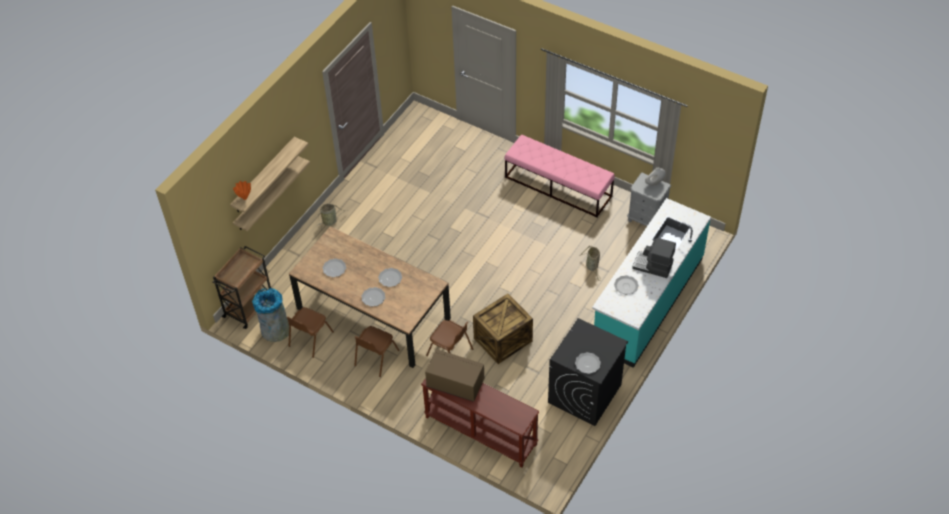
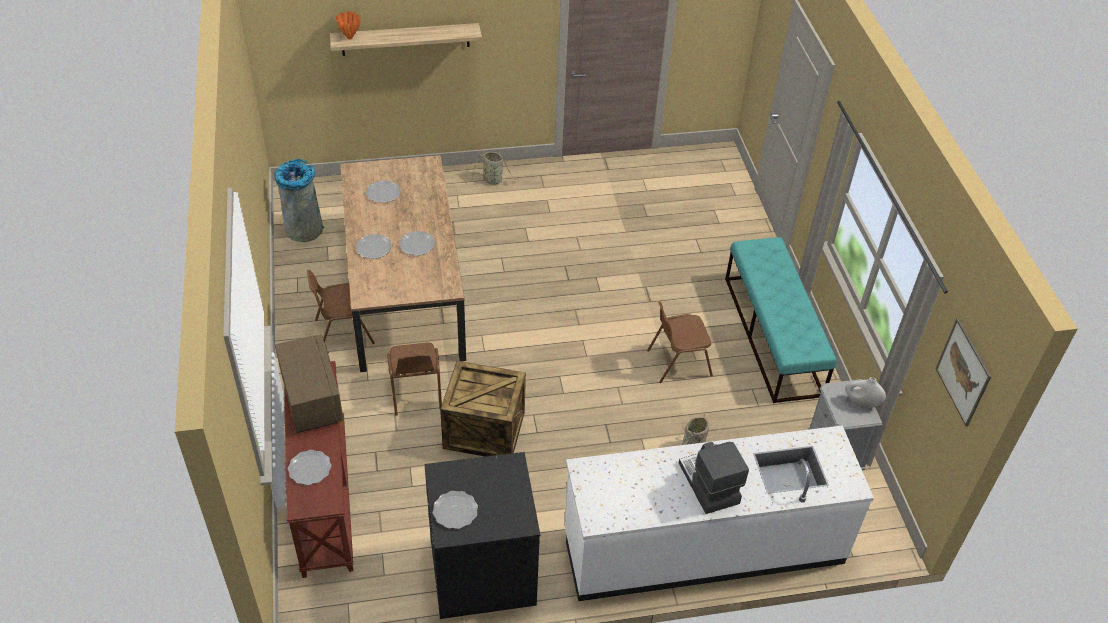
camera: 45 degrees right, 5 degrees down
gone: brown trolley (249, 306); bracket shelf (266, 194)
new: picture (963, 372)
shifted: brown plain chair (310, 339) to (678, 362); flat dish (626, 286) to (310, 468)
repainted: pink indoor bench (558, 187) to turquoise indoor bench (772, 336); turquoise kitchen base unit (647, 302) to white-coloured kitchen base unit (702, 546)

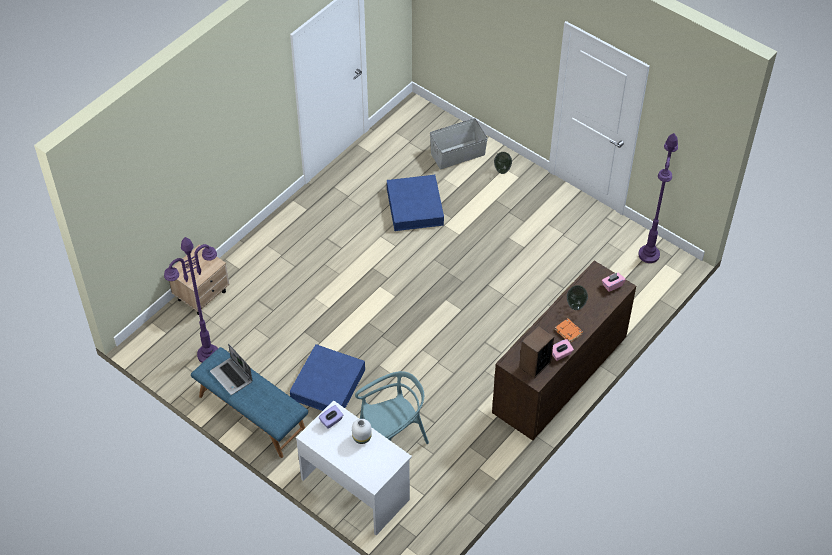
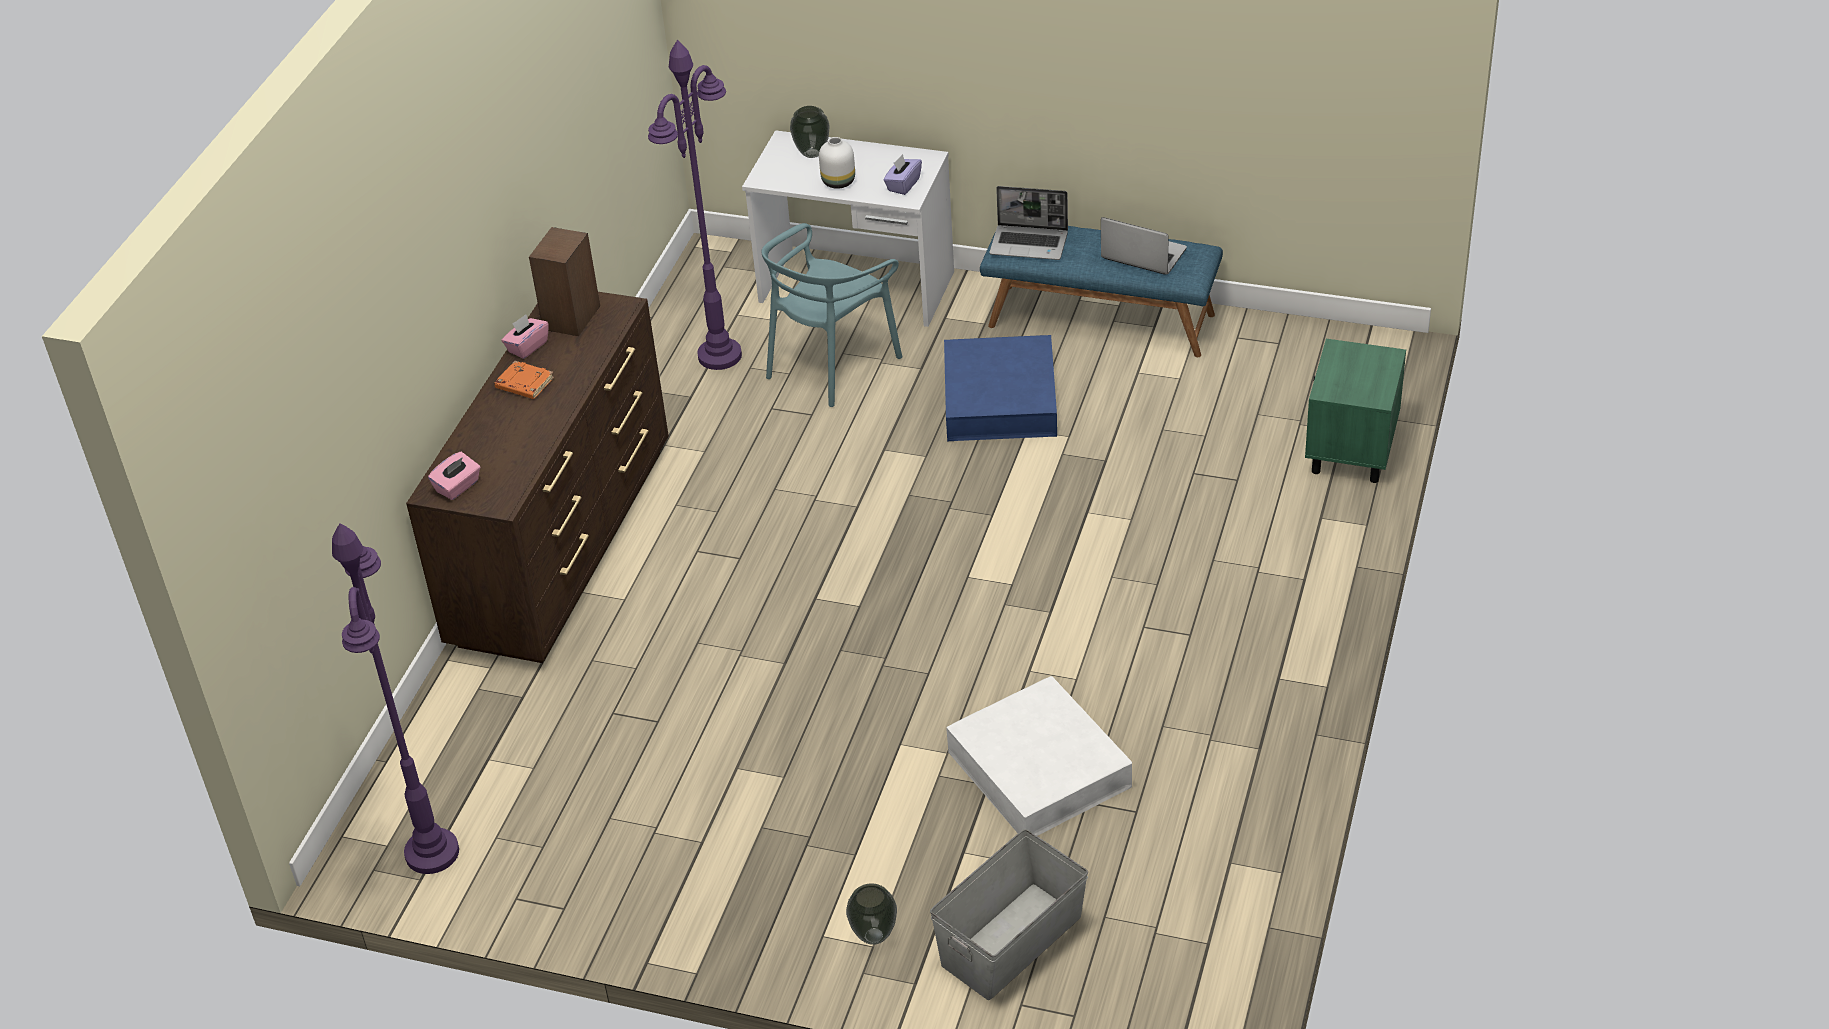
camera: 160 degrees right, 10 degrees down
new: notebook computer (1030, 244)
shifted: purplish floor lamp (208, 355) to (720, 355); flower vase (576, 307) to (811, 153)
repainted: beige night table (202, 295) to green night table (1350, 452); bluish storage bin (415, 207) to white-coloured storage bin (1038, 769)

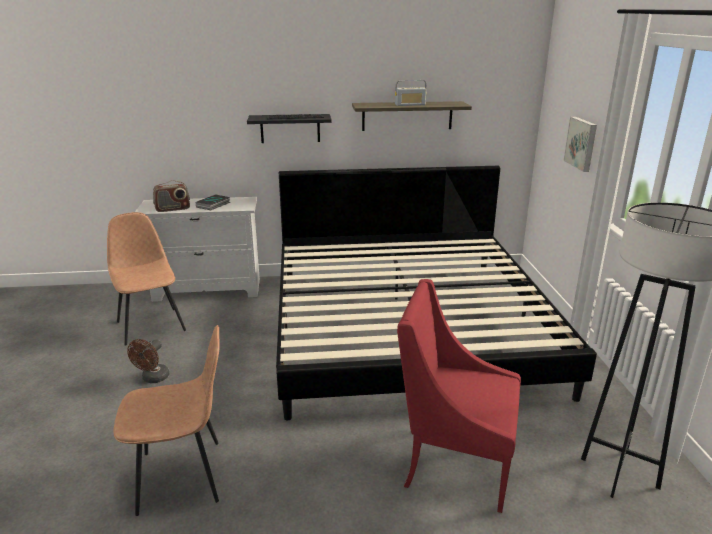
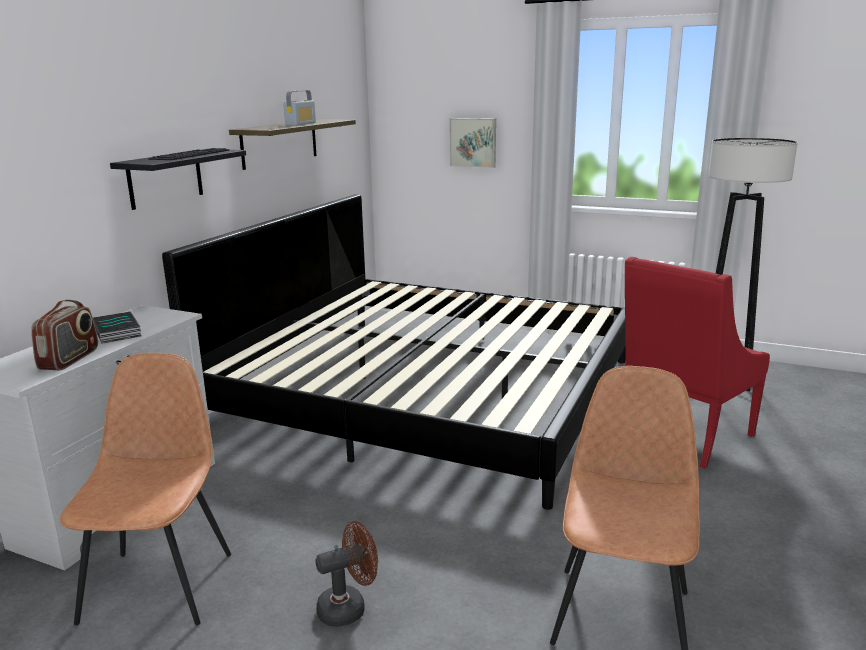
camera: 60 degrees left, 5 degrees down
rotated: brown plain chair (151, 325) = (160, 584) 90 degrees clockwise; brown fan (153, 379) = (349, 607) 75 degrees counterclockwise

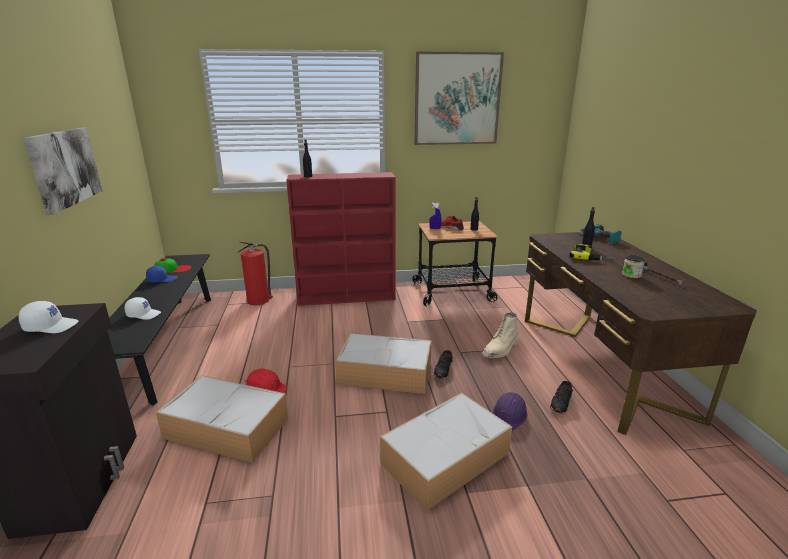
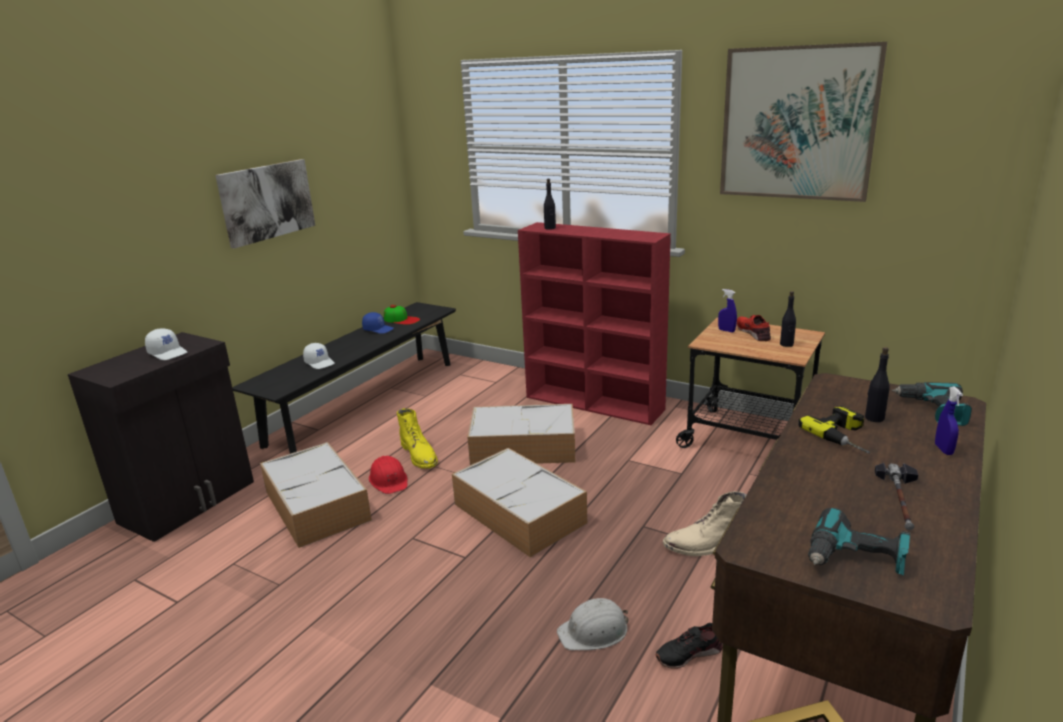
camera: 40 degrees right, 0 degrees up
gone: fire extinguisher (259, 300); blackish low shoe (443, 370); preserve jar (631, 275)
new: yellowish tall boot (420, 455); power drill (855, 559); bluish hand sprayer (943, 450)
shifted: storage bin (446, 457) to (525, 447)
repainted: purplish safety helmet (509, 415) to white-coloured safety helmet (594, 631)

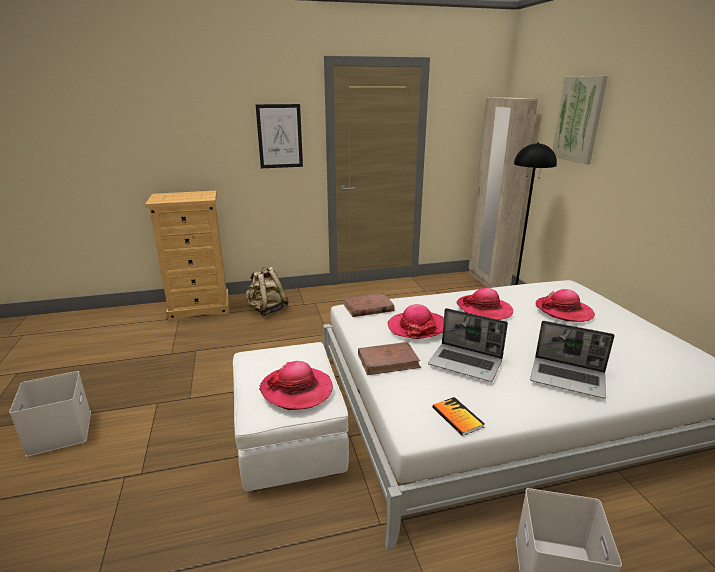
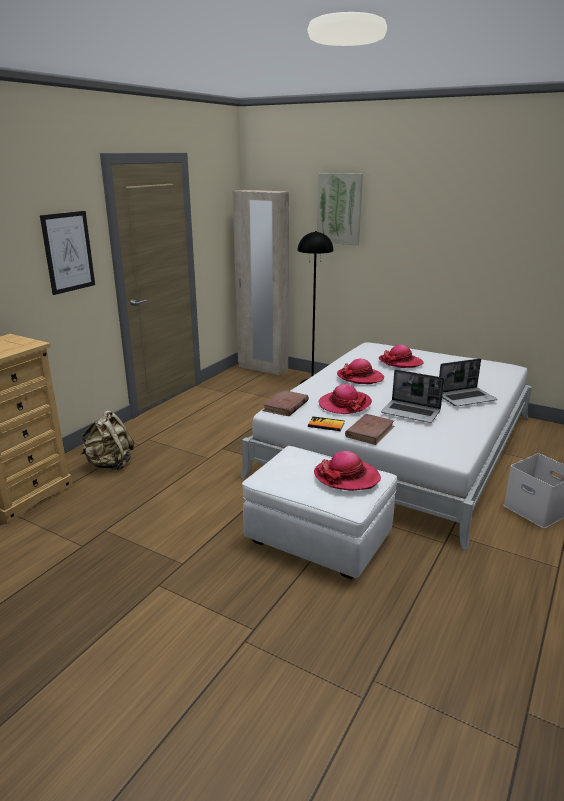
camera: 45 degrees left, 0 degrees up
gone: white-coloured storage bin (59, 432)
shifted: volume (457, 417) to (326, 425)
rotated: notebook computer (466, 363) = (411, 412) 45 degrees clockwise

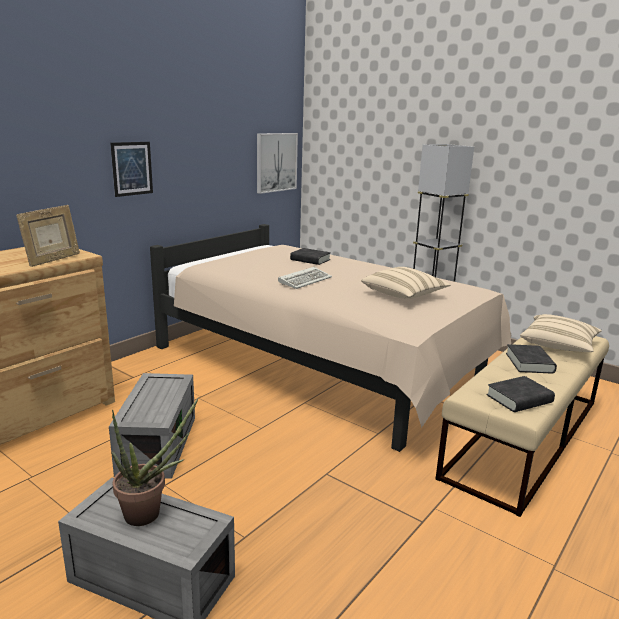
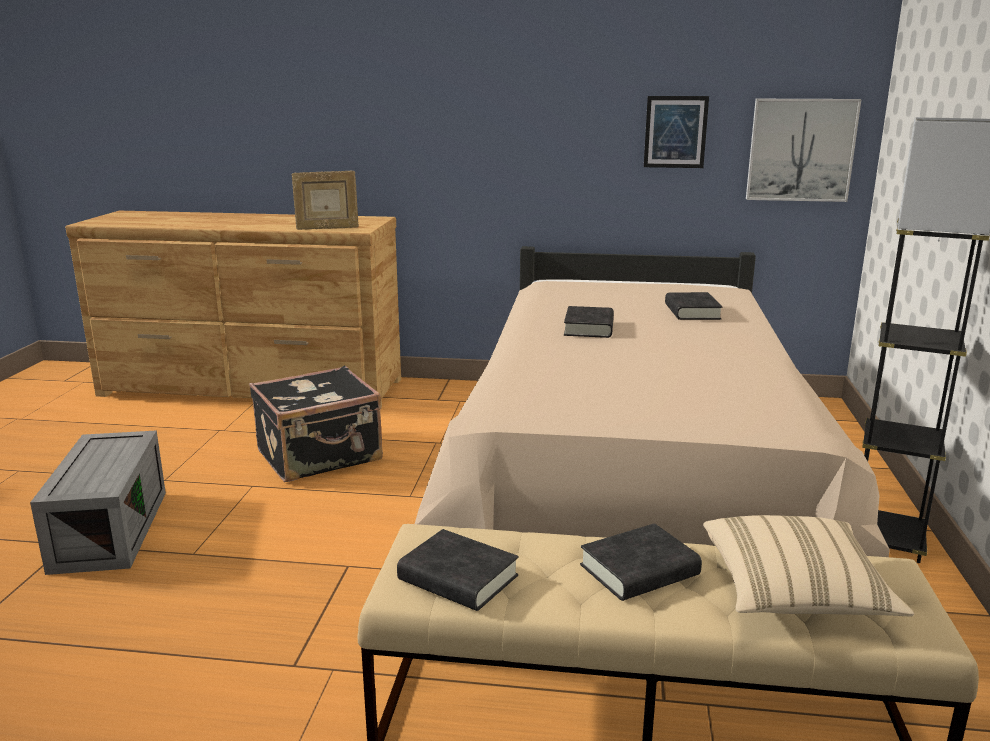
camera: 60 degrees right, 0 degrees up
gone: houseplant (150, 513); beige pillow (404, 295)
shifted: picture (132, 168) to (675, 132)
swapped: greyish storage bin (156, 444) to blackish travel case (320, 456); PC keyboard (305, 280) to blackish volume (589, 328)

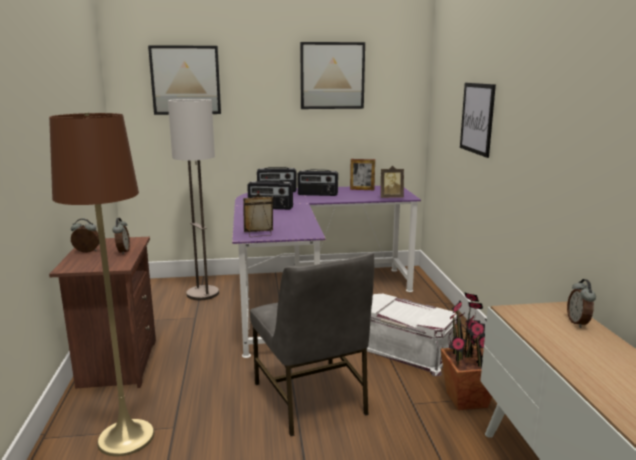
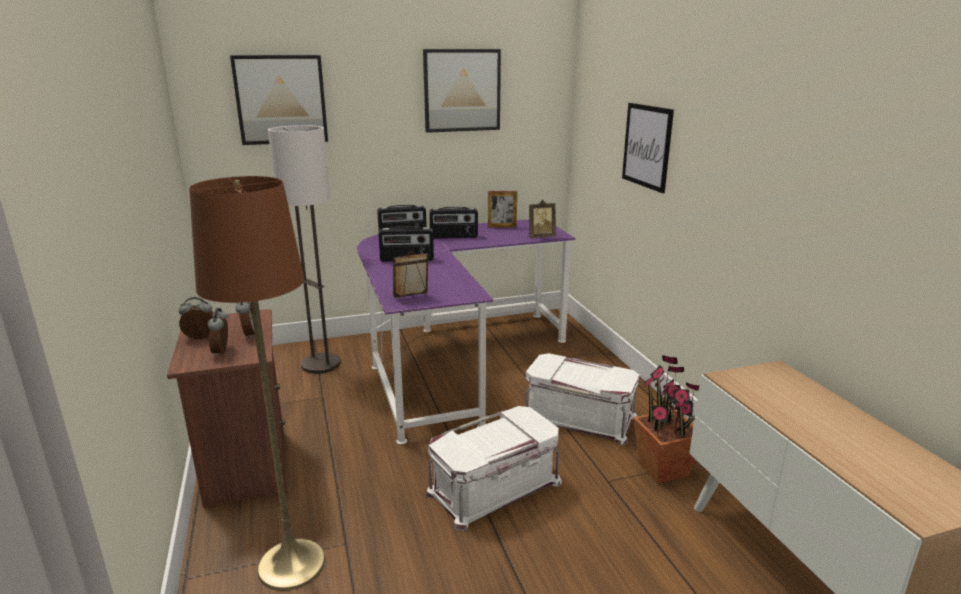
camera: 10 degrees left, 5 degrees up
shifted: table clock (578, 323) to (222, 351)
swapped: greyish plain chair (311, 399) to white-coloured storage bin (495, 488)

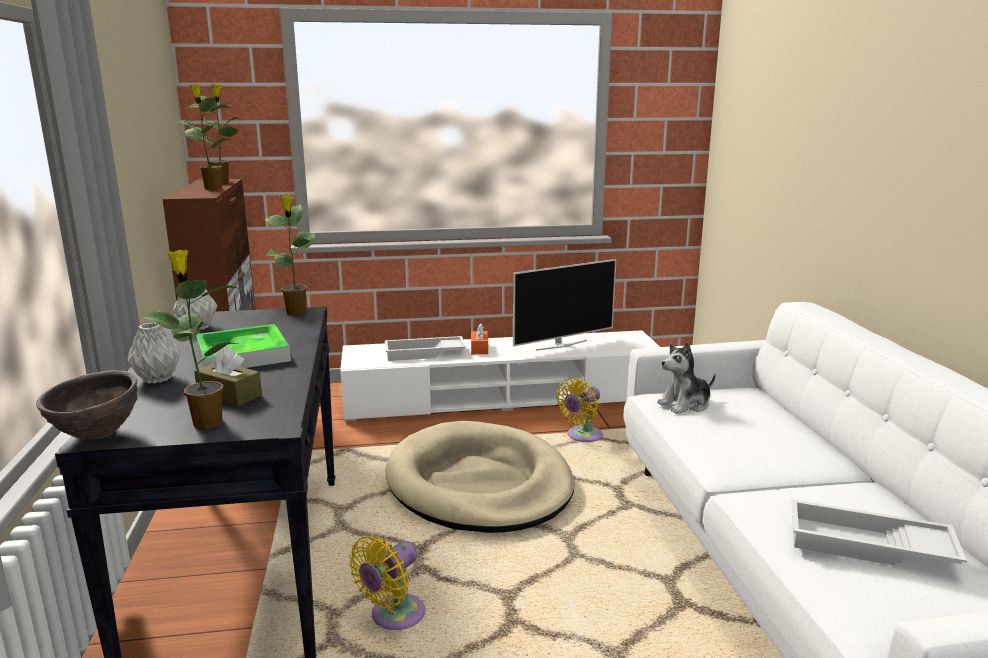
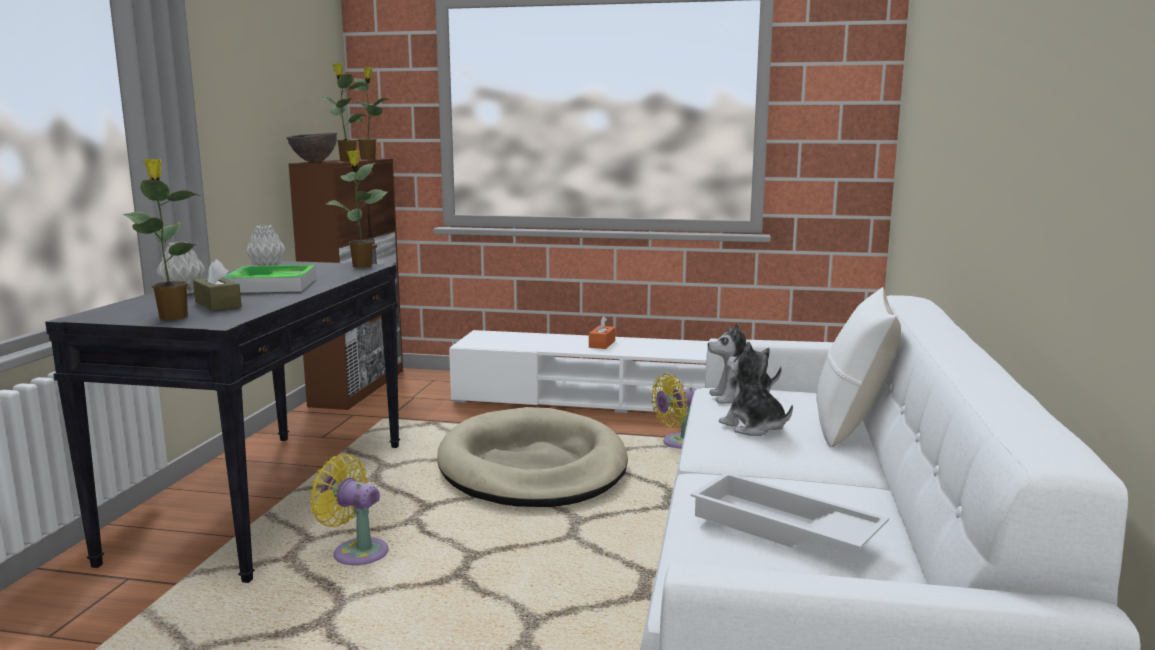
camera: 20 degrees right, 5 degrees down
gone: white-coloured carrying tray (424, 354); TV set (561, 345)
new: plush toy (753, 427); white-coloured pillow (851, 425)
shifted: brown bowl (96, 436) to (314, 162)
rotated: yellowish fan (393, 617) = (356, 552) 60 degrees clockwise

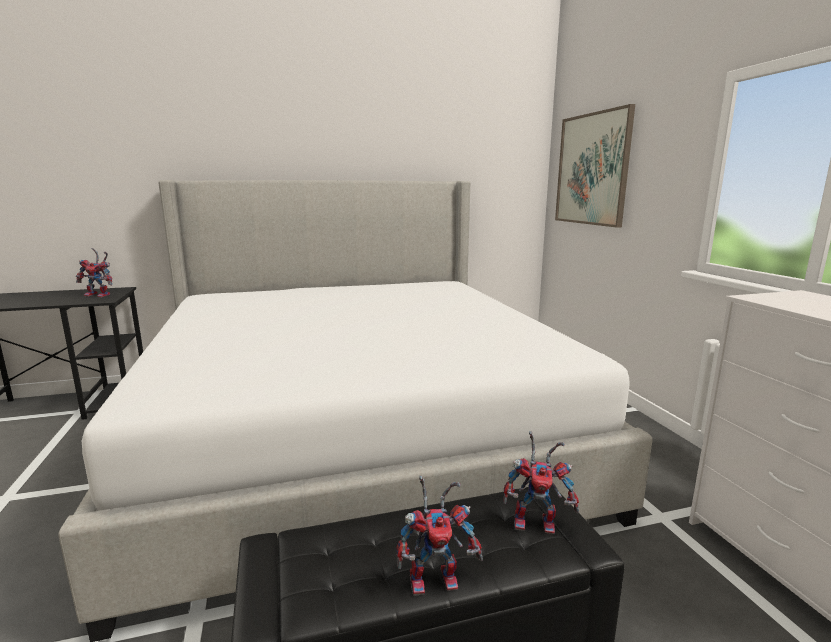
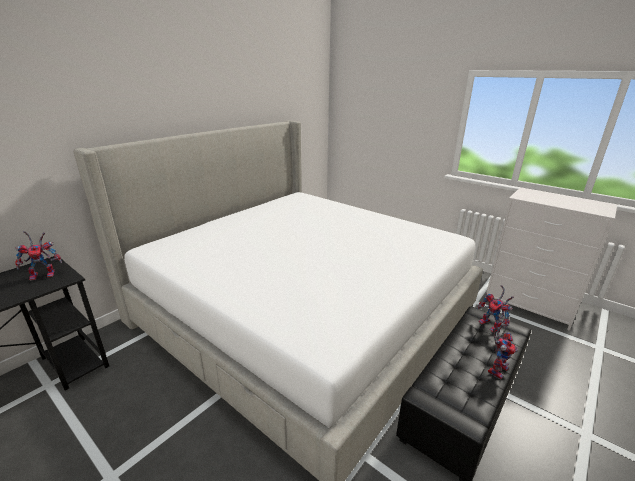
camera: 35 degrees left, 10 degrees up
gone: picture (592, 169)
rotated: toy robot (537, 522) = (492, 326) 90 degrees clockwise

